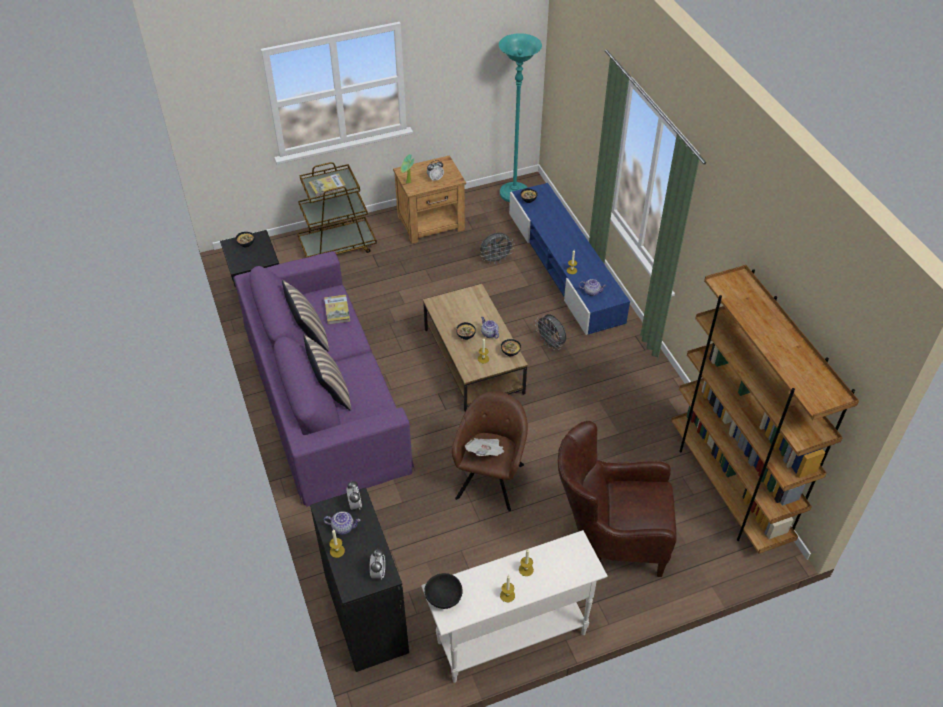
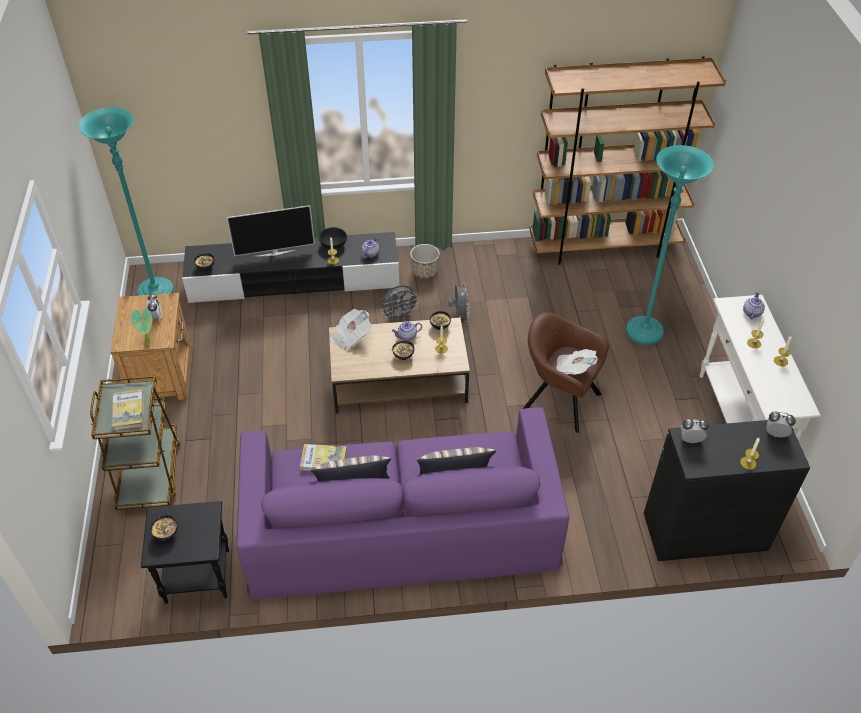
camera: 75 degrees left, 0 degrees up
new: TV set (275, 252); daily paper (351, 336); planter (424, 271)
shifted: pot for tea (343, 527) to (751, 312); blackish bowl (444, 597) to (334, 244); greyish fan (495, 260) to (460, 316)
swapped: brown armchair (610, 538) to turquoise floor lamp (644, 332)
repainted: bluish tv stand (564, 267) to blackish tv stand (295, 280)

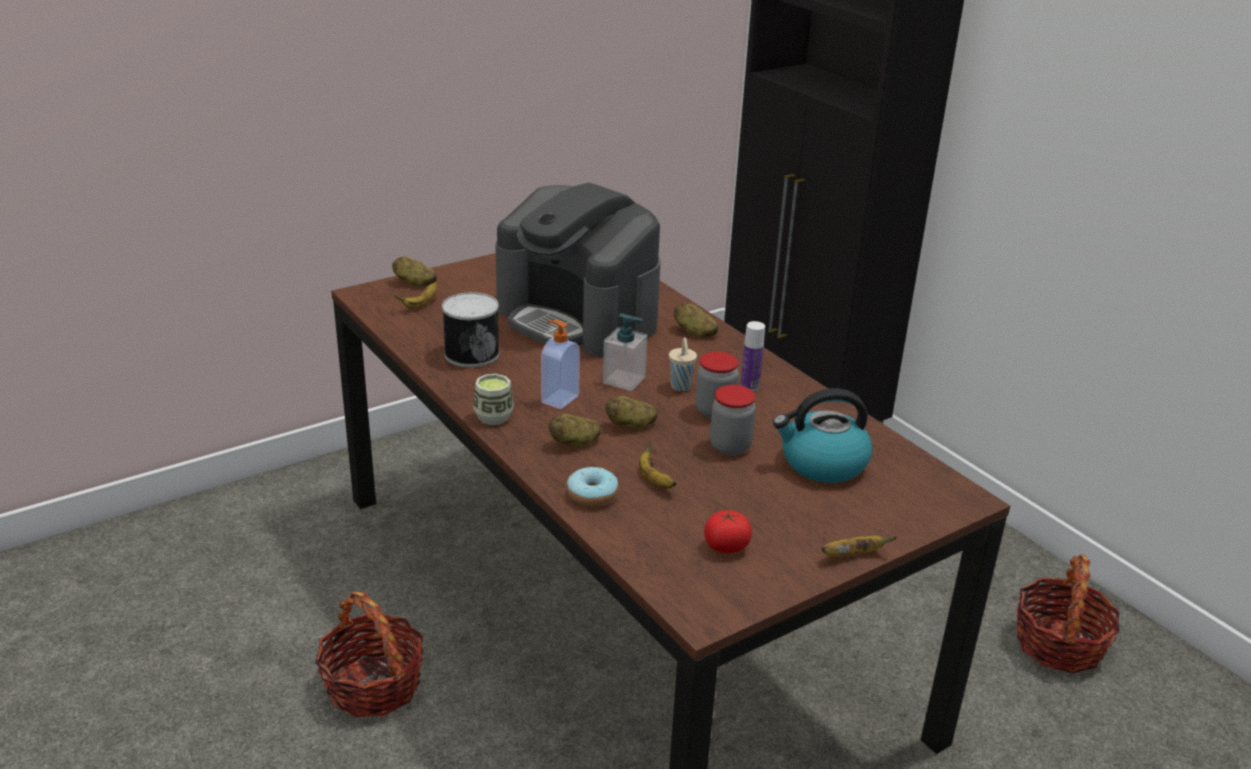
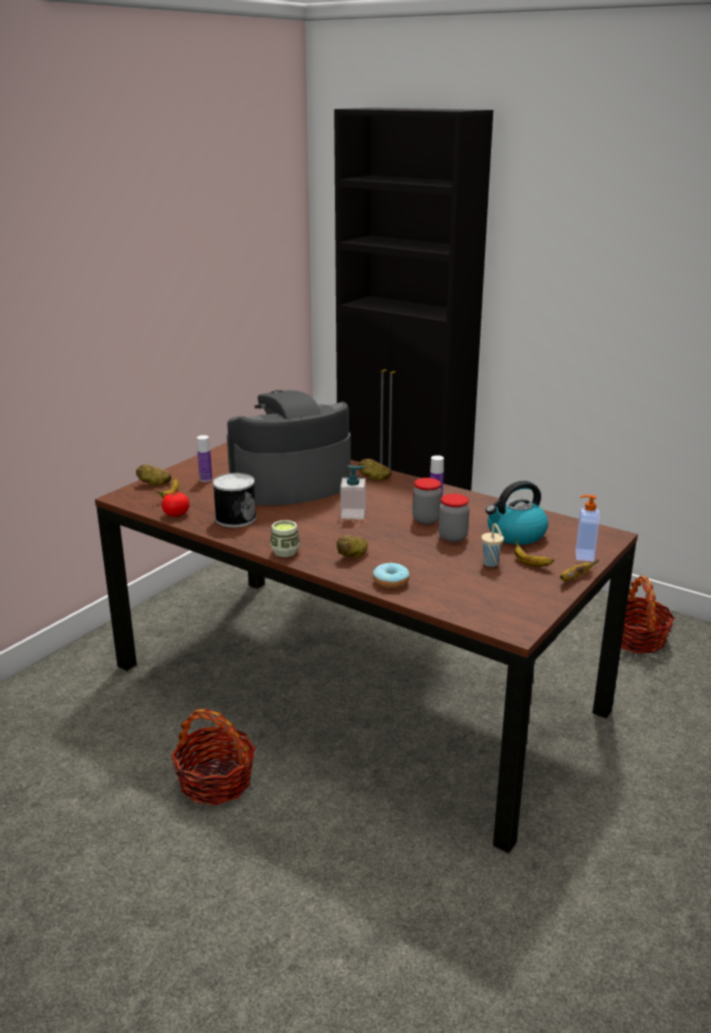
camera: 20 degrees left, 5 degrees down
gone: spud (631, 425)
new: beverage bottle (206, 479)
shifted: soap bottle (559, 399) to (583, 555); banana fruit (654, 480) to (530, 564); beige cup (681, 387) to (491, 564); whole tomato (726, 547) to (176, 514)
rotated: coffee machine (578, 318) = (290, 484) 135 degrees clockwise

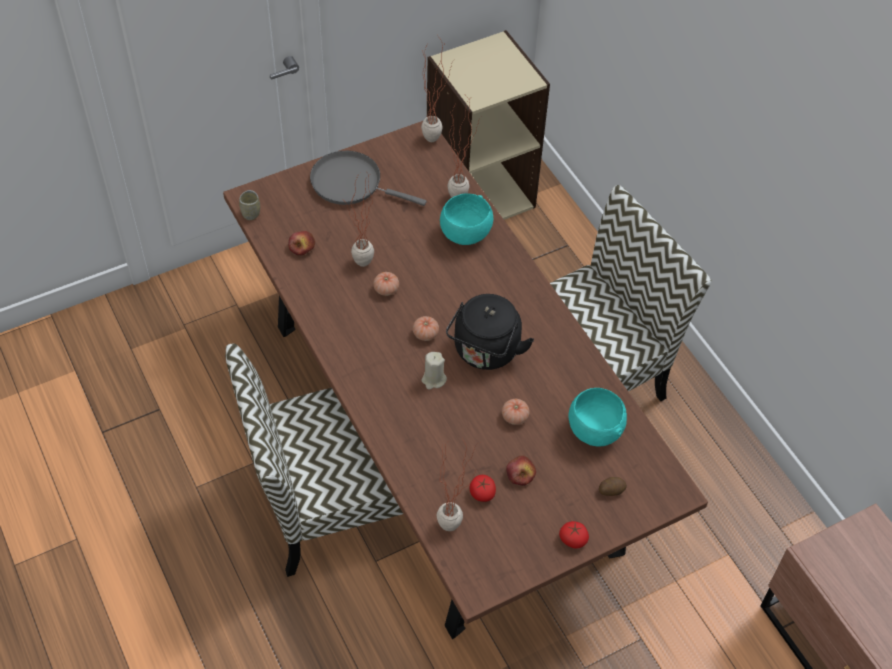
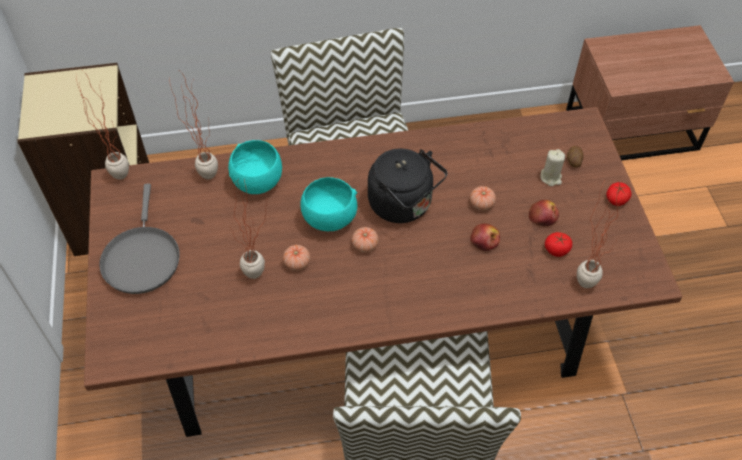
camera: 70 degrees left, 0 degrees up
gone: cup (251, 213)
shifted: apple fruit (302, 247) to (484, 241); beige wax light (433, 379) to (551, 177); turquoise bowl (594, 430) to (328, 219)
rotated: greyish pan (351, 183) = (142, 258) 45 degrees counterclockwise

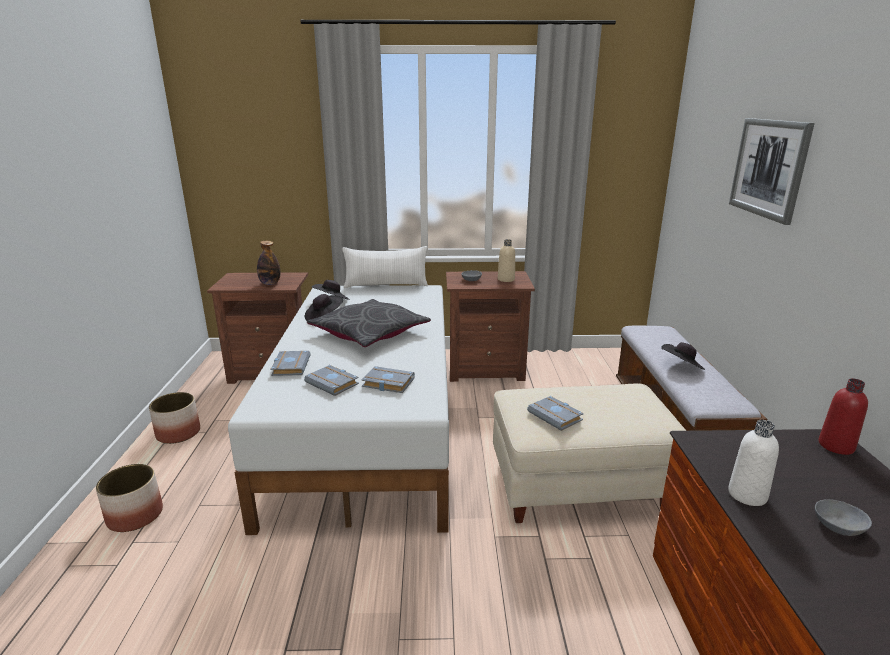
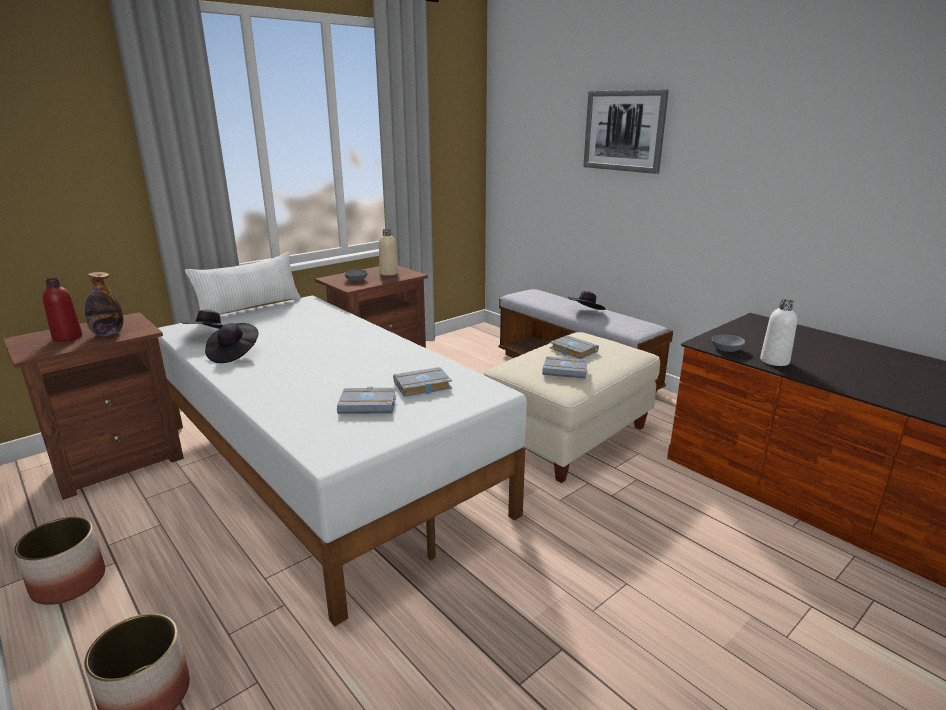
camera: 40 degrees left, 0 degrees up
gone: greyish pillow (369, 333)
shifted: greyish volume (290, 366) to (571, 350); greyish bowl (838, 525) to (726, 348); red-coloured beverage bottle (836, 446) to (67, 337)

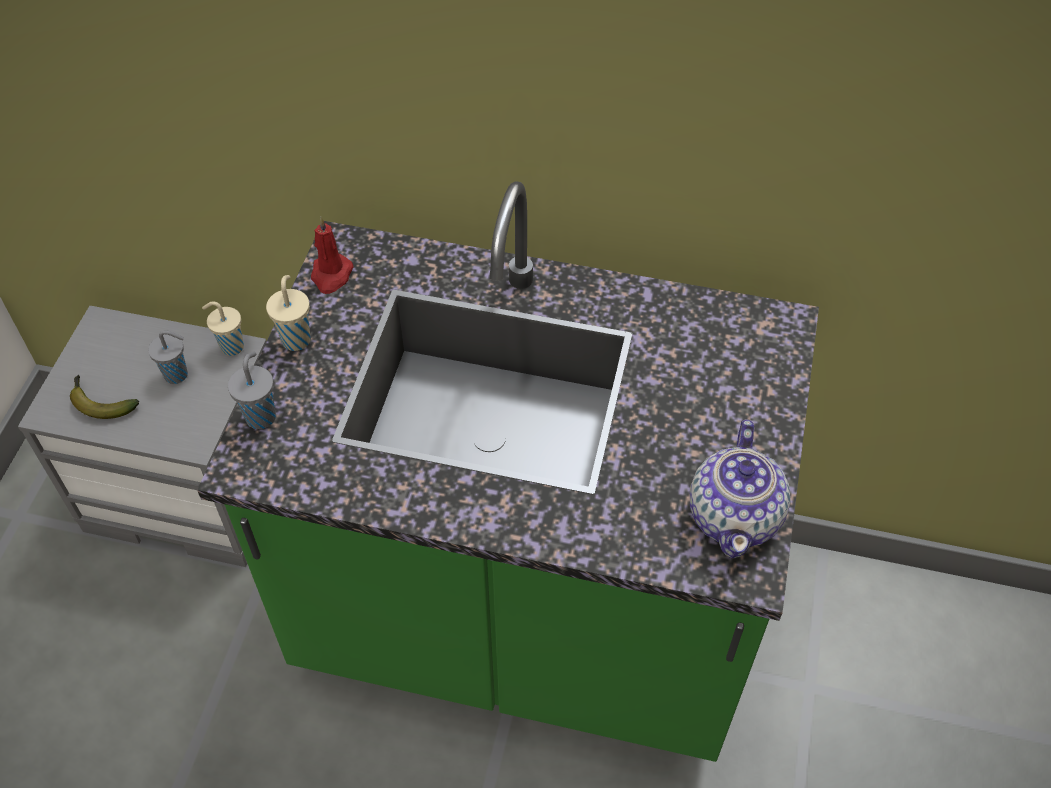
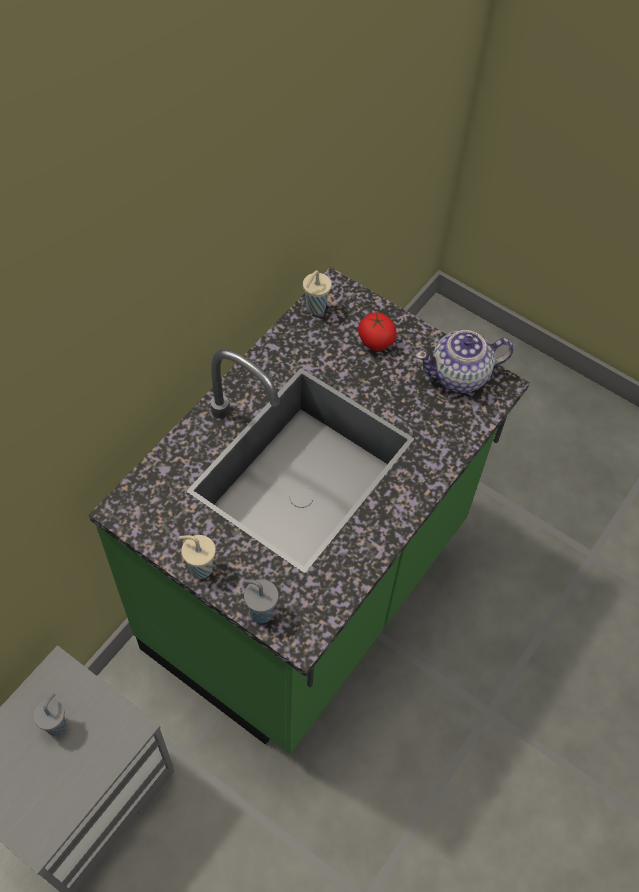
camera: 70 degrees left, 5 degrees up
gone: banana fruit (100, 402); red-coloured wax light (331, 275)
new: whole tomato (375, 341)
shifted: beige cup (230, 347) to (315, 308)
rotated: pot for tea (735, 516) = (460, 375) 135 degrees clockwise

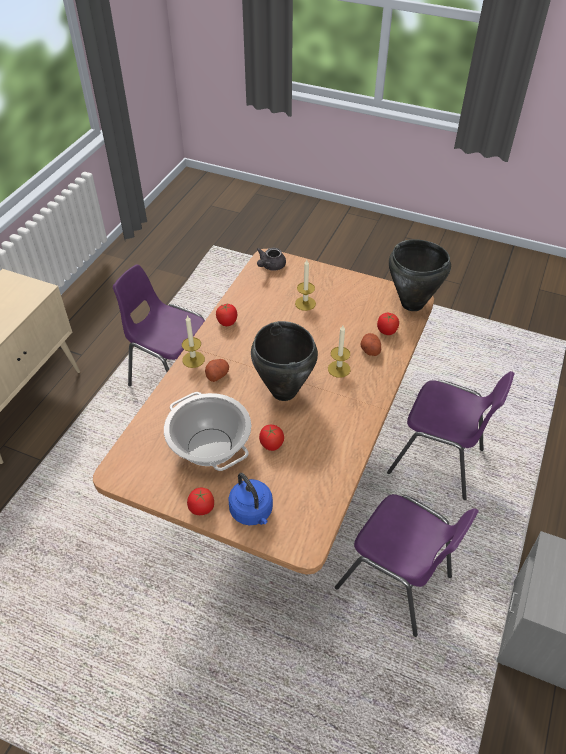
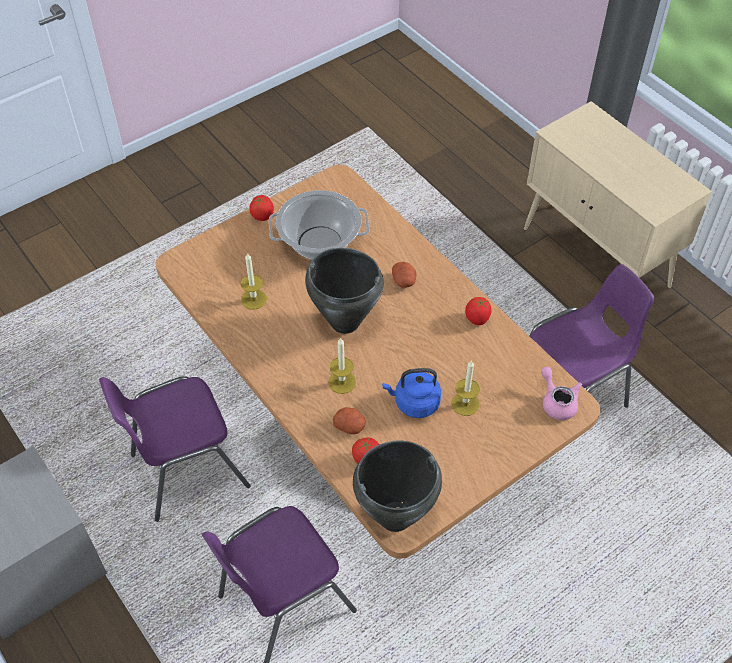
camera: 120 degrees right, 5 degrees up
gone: whole tomato (271, 444)
shifted: wax light (193, 359) to (254, 299); bluish water kettle (252, 512) to (414, 403)
repainted: greyish pot for tea (270, 266) to pink pot for tea (557, 402)

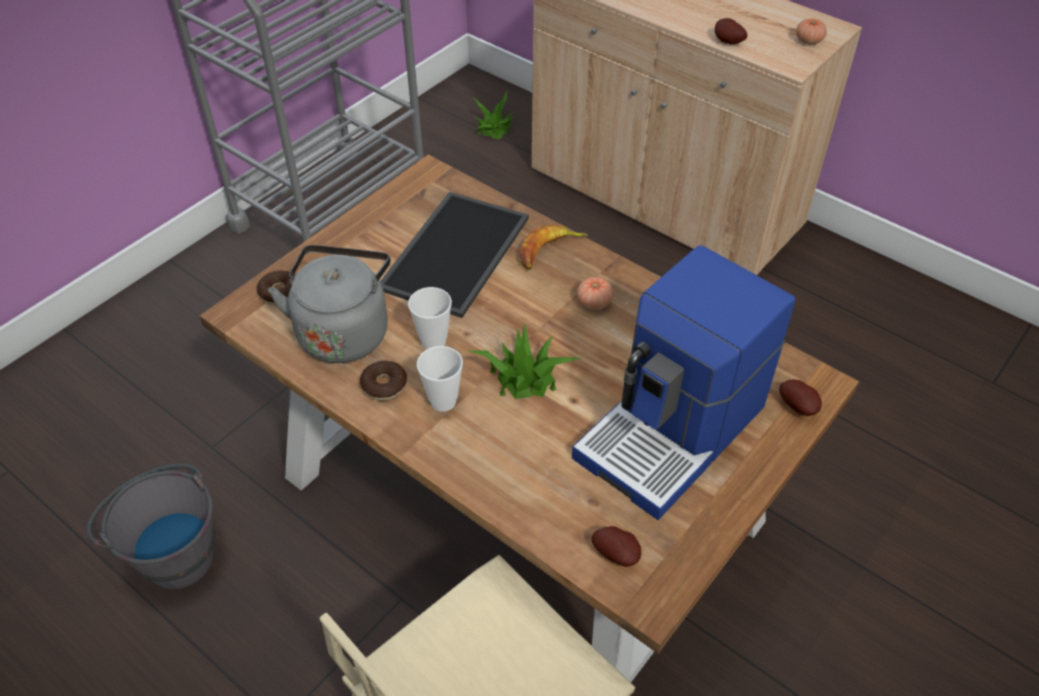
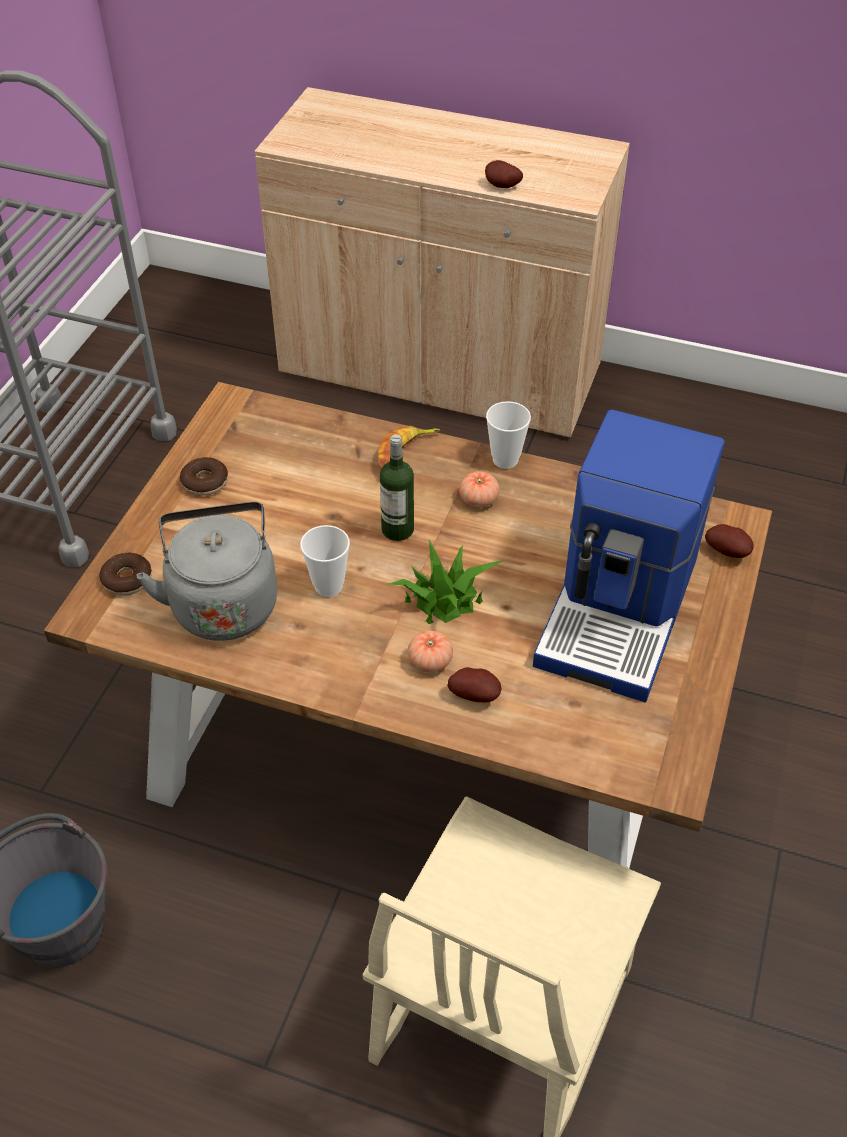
camera: 20 degrees left, 0 degrees up
gone: carrying tray (453, 251); houseplant (494, 127)
new: beverage bottle (397, 529)
shifted: doughnut (384, 385) to (205, 482); cup (443, 401) to (505, 460); spud (617, 554) to (475, 695); whole tomato (809, 41) to (430, 661)

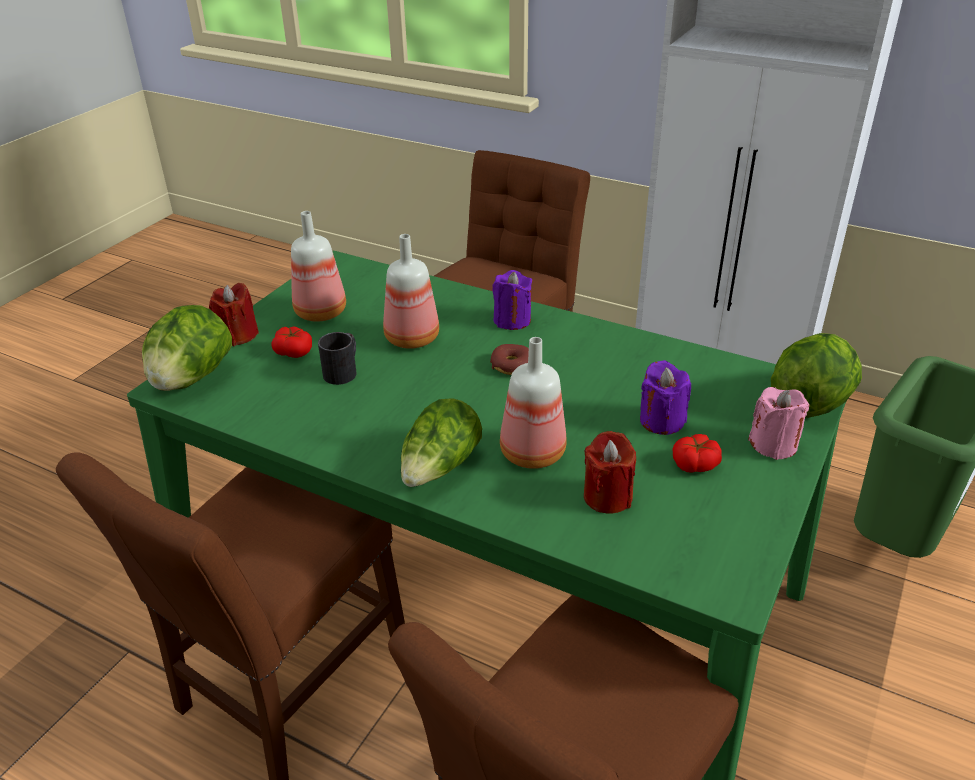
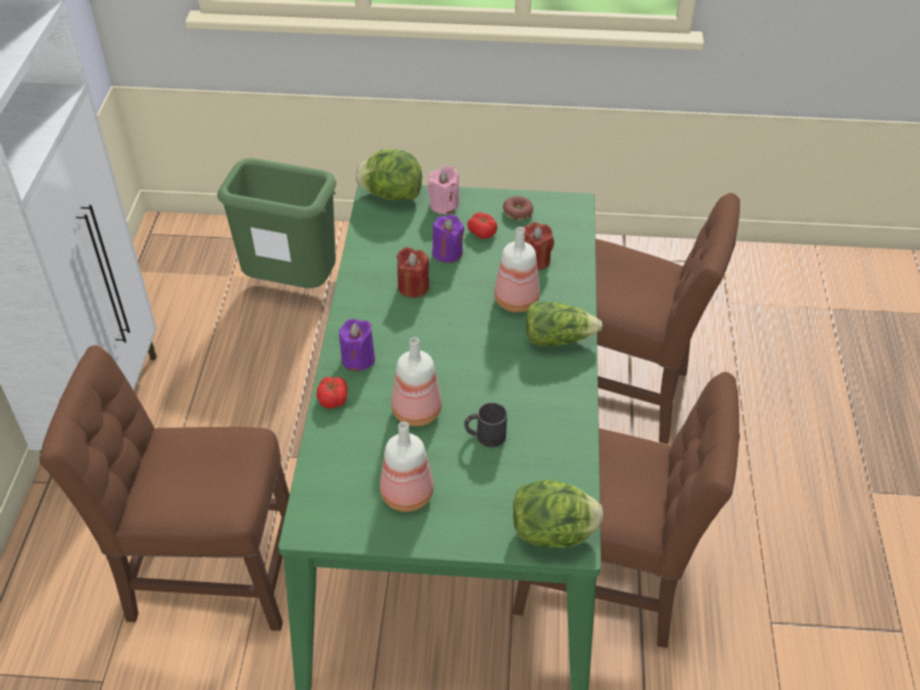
camera: 115 degrees left, 10 degrees up
shifted: red-coloured wax light (238, 335) to (413, 287); whole tomato (293, 351) to (332, 398); doughnut (512, 365) to (517, 212)

